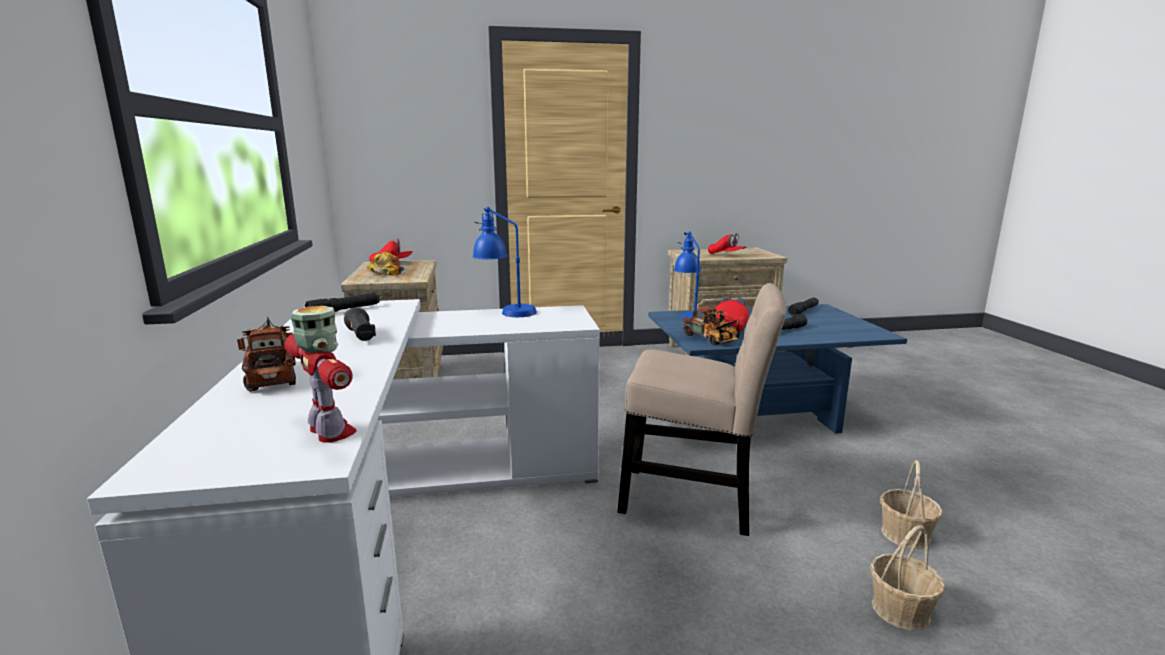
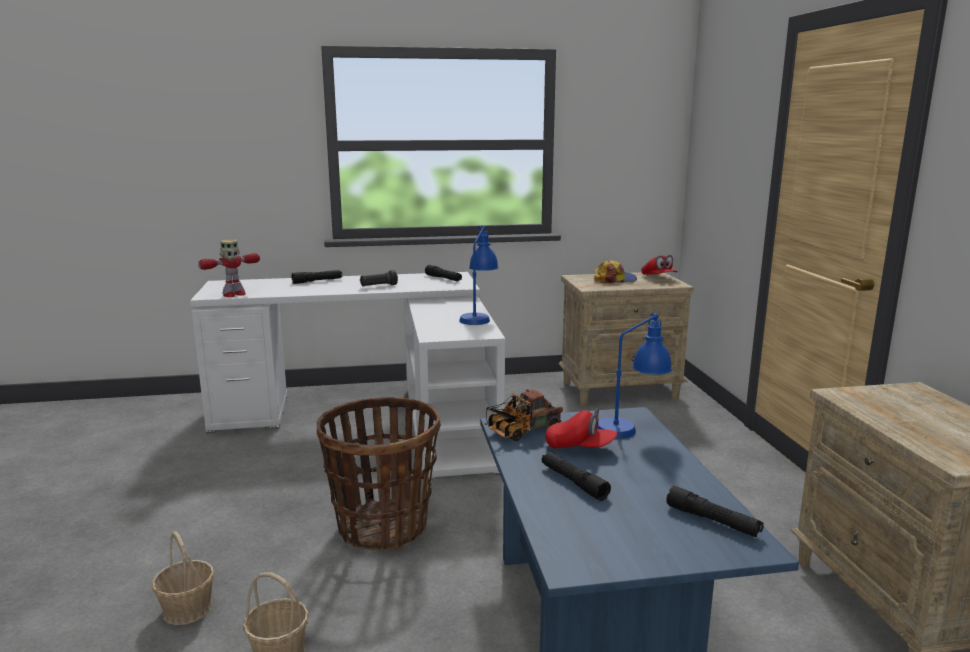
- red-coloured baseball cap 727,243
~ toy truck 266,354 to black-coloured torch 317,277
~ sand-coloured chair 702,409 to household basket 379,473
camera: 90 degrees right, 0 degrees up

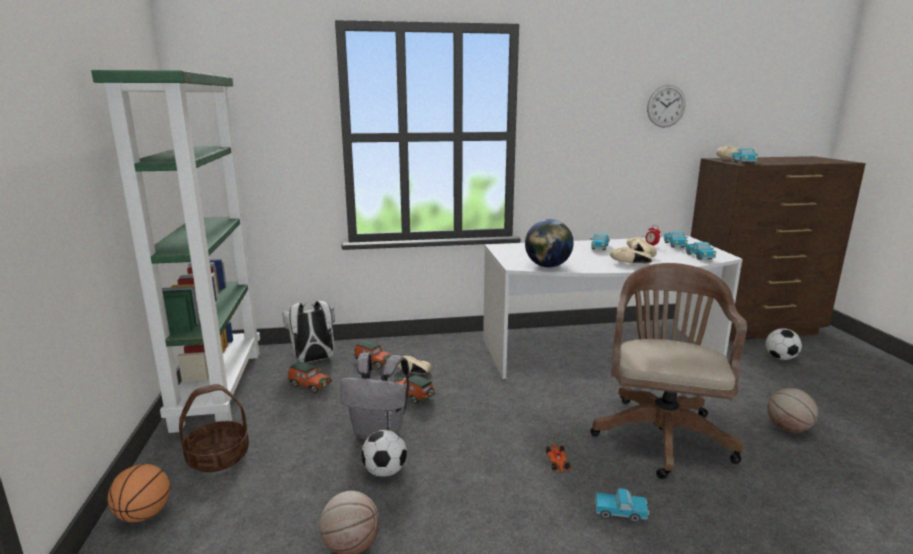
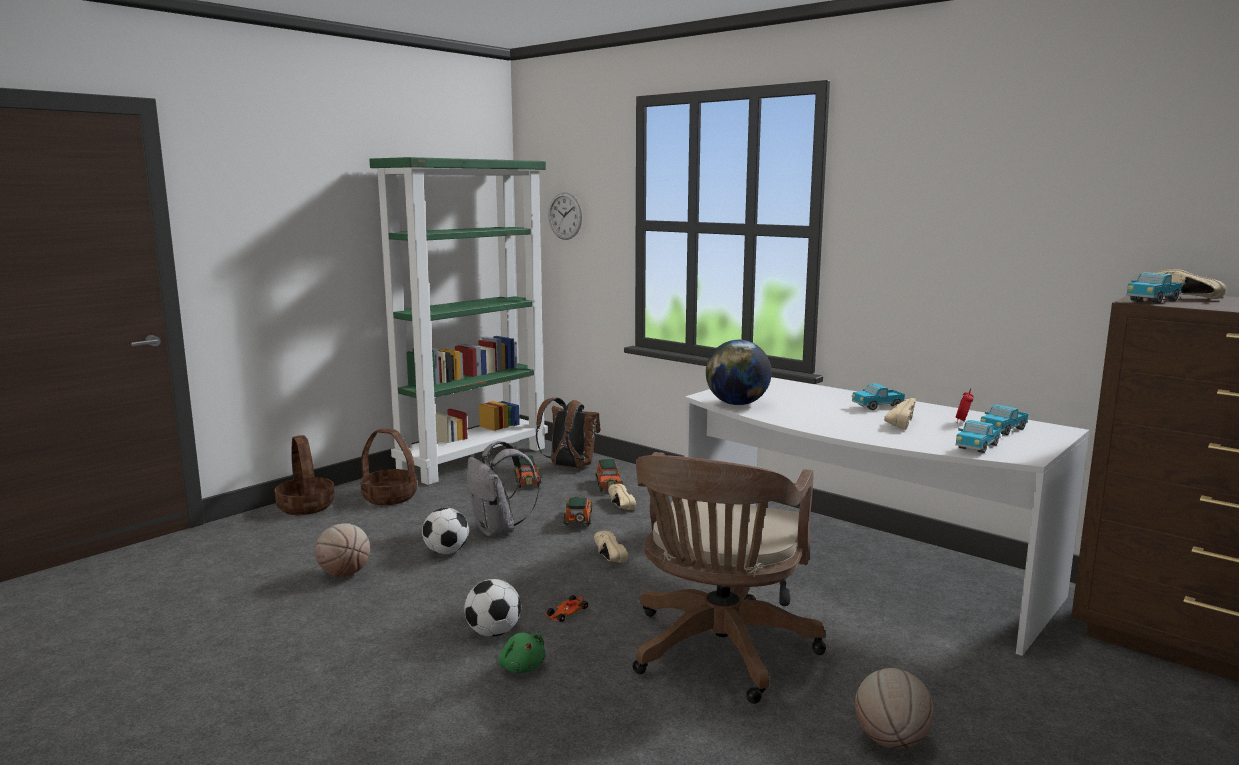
~ sand-coloured low shoe 631,255 to 611,547
~ clock on the wall 666,106 to 565,216
~ football ball 784,344 to 492,608
~ basketball 139,493 to household basket 304,475
~ toy truck 622,505 to green-coloured plush toy 522,653
~ white-coloured rucksack 308,332 to brown rucksack 568,433
~ brown desk chair 669,371 = 729,578 135 degrees clockwise
camera: 50 degrees right, 5 degrees down

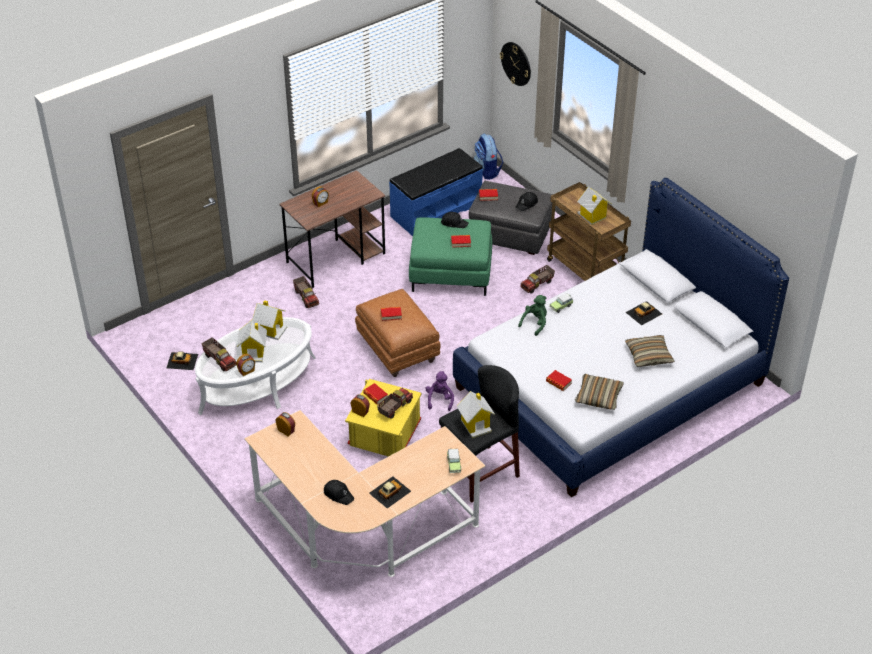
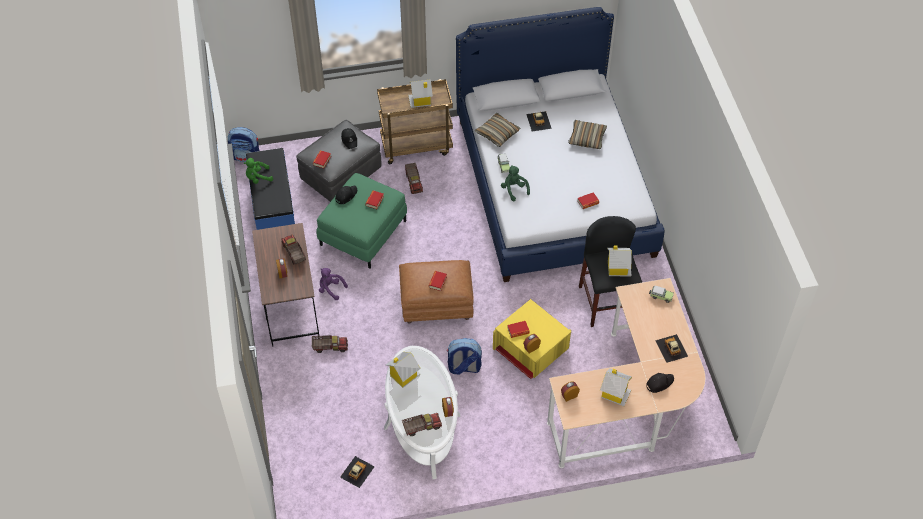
- clock on the wall 515,64
+ green-coloured plush toy 258,171
+ rucksack 464,356
~ model house 252,341 to 616,387
~ toy truck 395,403 to 293,249
~ purplish plush toy 439,391 to 333,284
~ throw pillow 599,392 to 498,130
camera: 65 degrees left, 10 degrees up

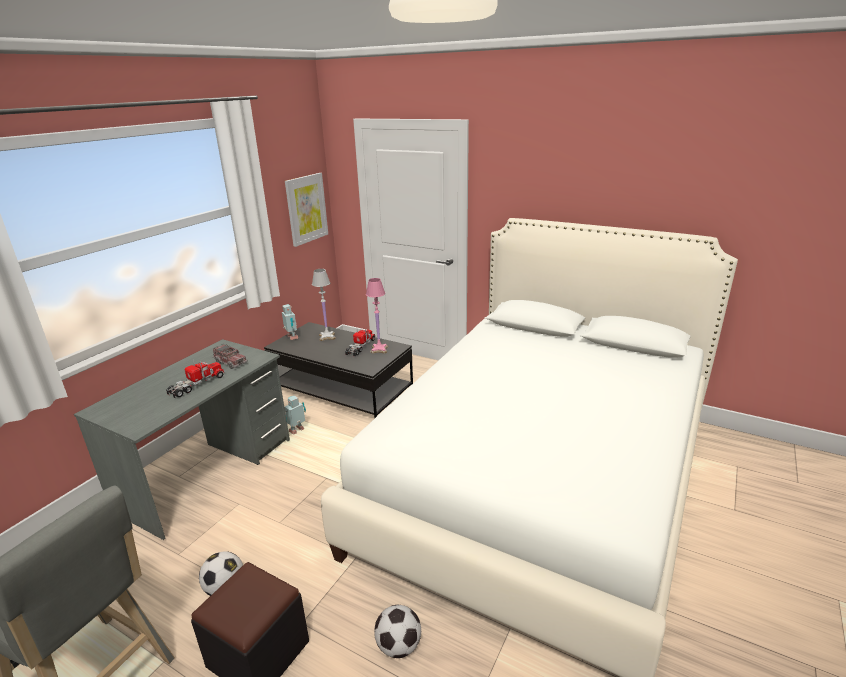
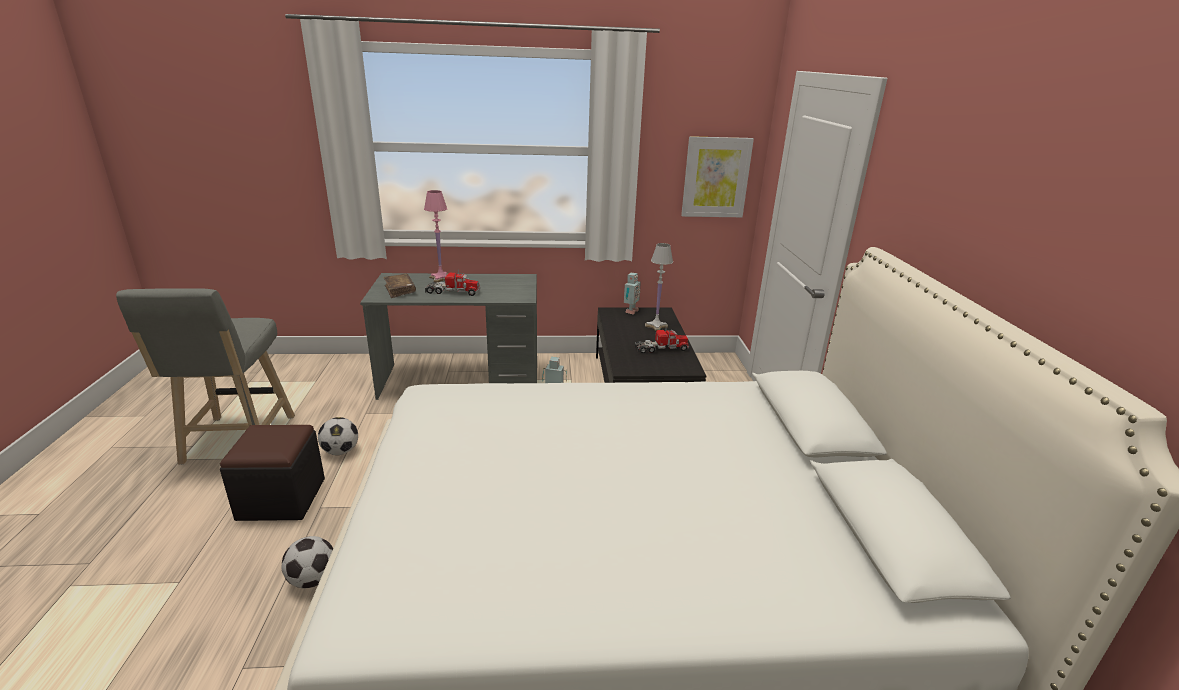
- toy truck 229,356
+ brown bound book 399,286
~ pinkish lamp for a table 377,316 to 436,236
camera: 55 degrees right, 0 degrees up

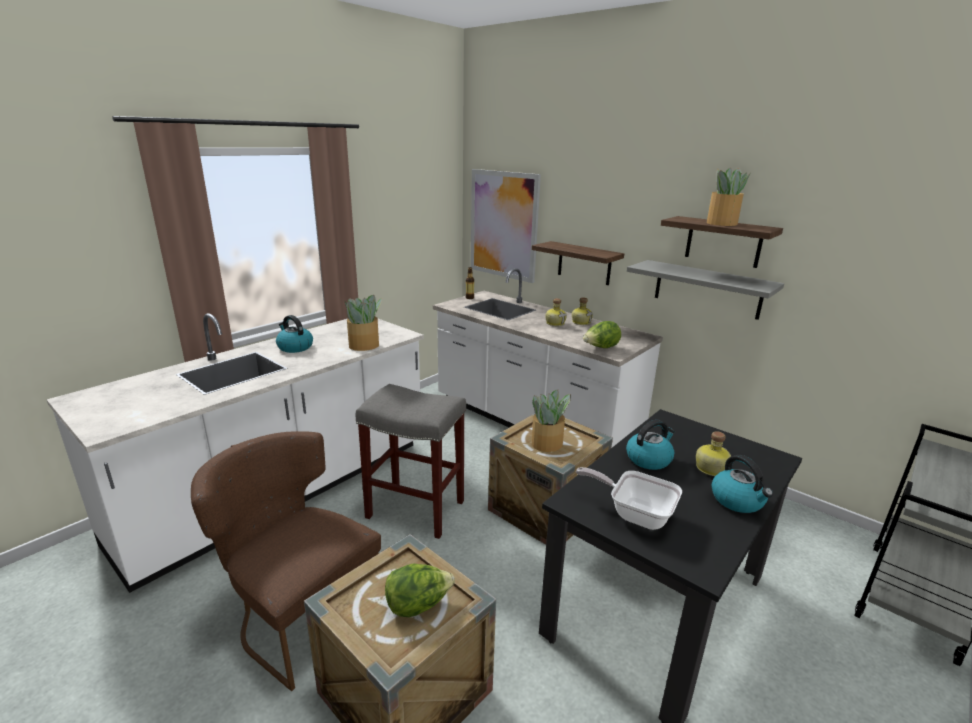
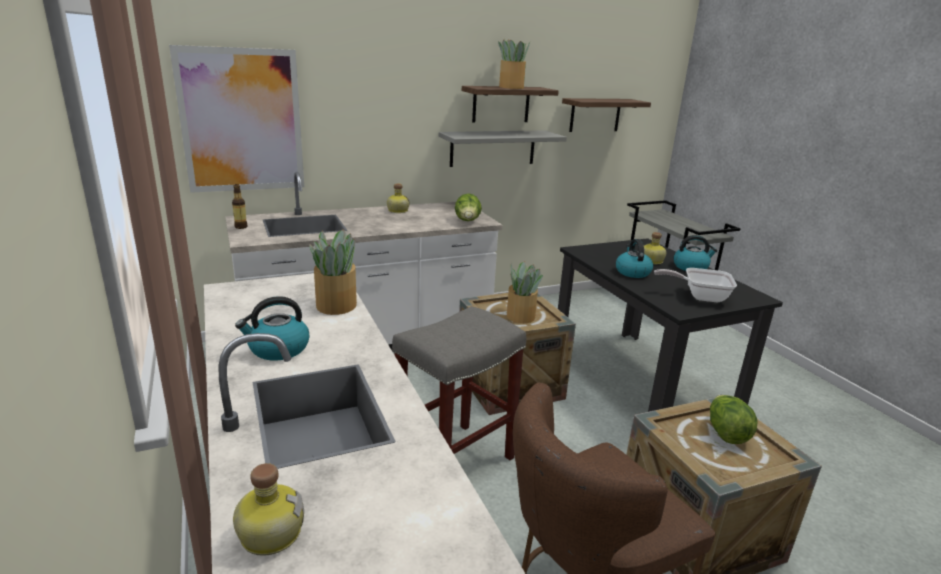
~ shelf 578,263 to 606,115
~ beverage bottle 556,312 to 268,509
~ skillet 629,498 = 695,285 45 degrees clockwise
camera: 65 degrees left, 0 degrees up

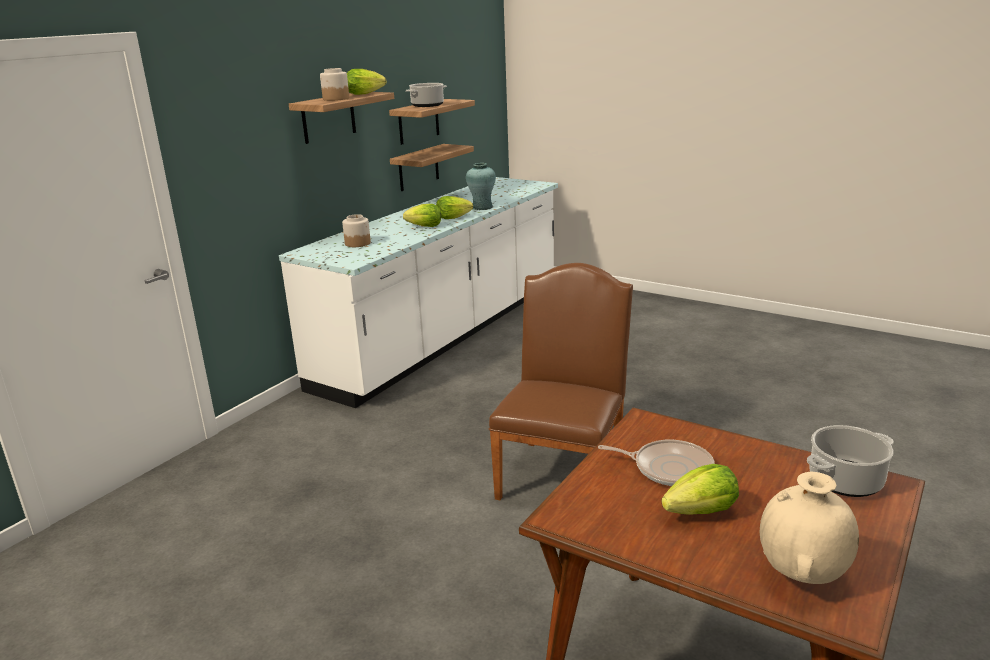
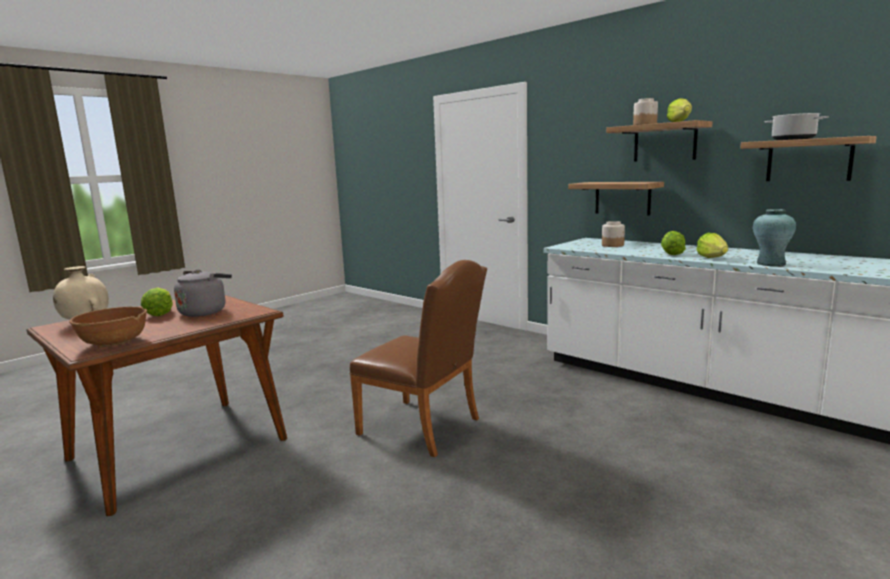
~ shelf 432,167 to 616,198
~ skillet 656,463 to grey kettle 203,293
~ saucepot 850,461 to brown serving bowl 108,327
camera: 100 degrees right, 10 degrees down

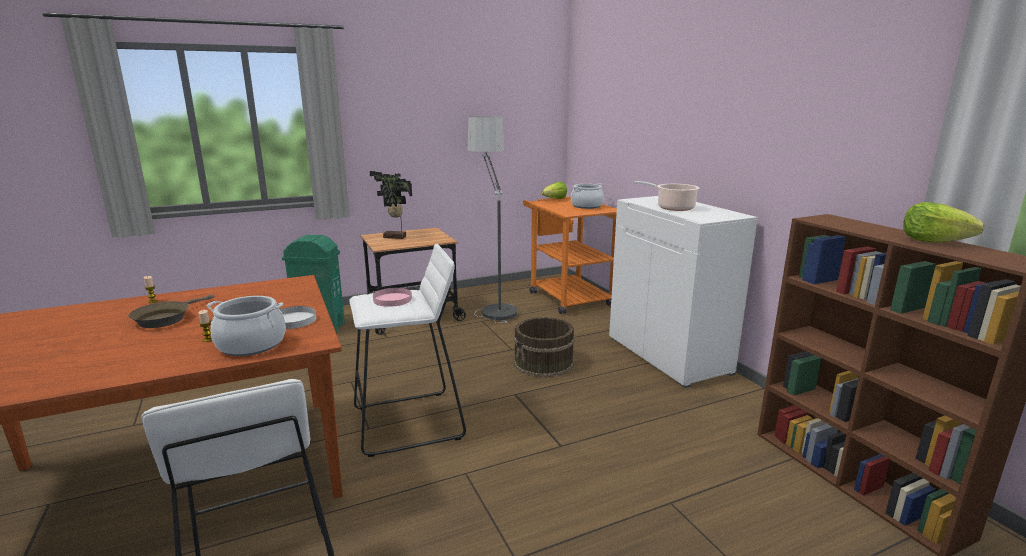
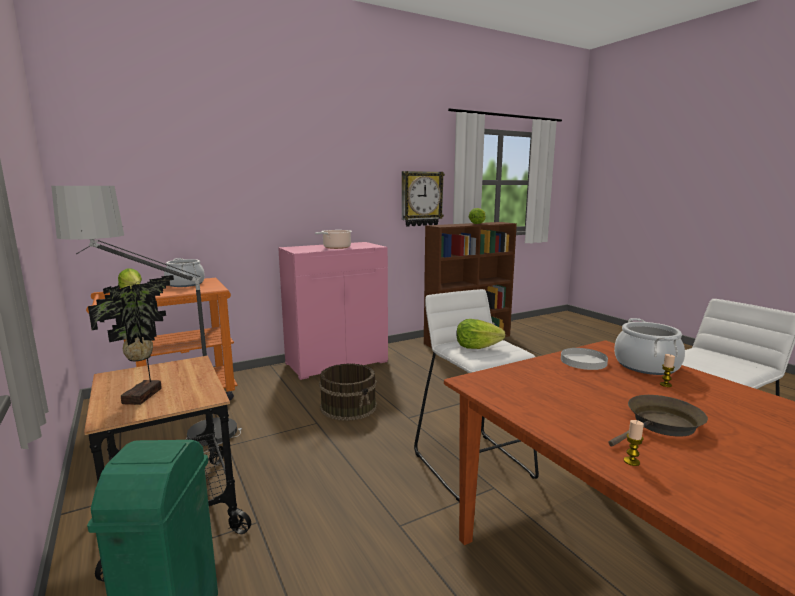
+ clock on the wall 423,199
~ pinkish dinner plate 392,297 to lettuce head 481,334
~ white-coloured cabinet 683,292 to pinkish cabinet 333,311
~ brown skillet 171,311 = 658,421 45 degrees counterclockwise
camera: 95 degrees left, 5 degrees down

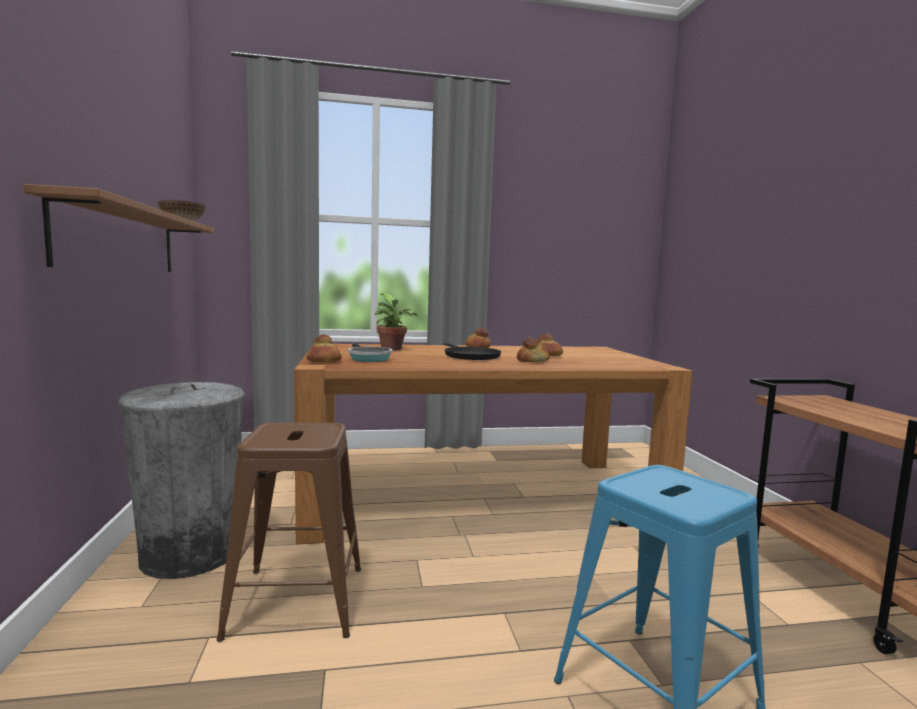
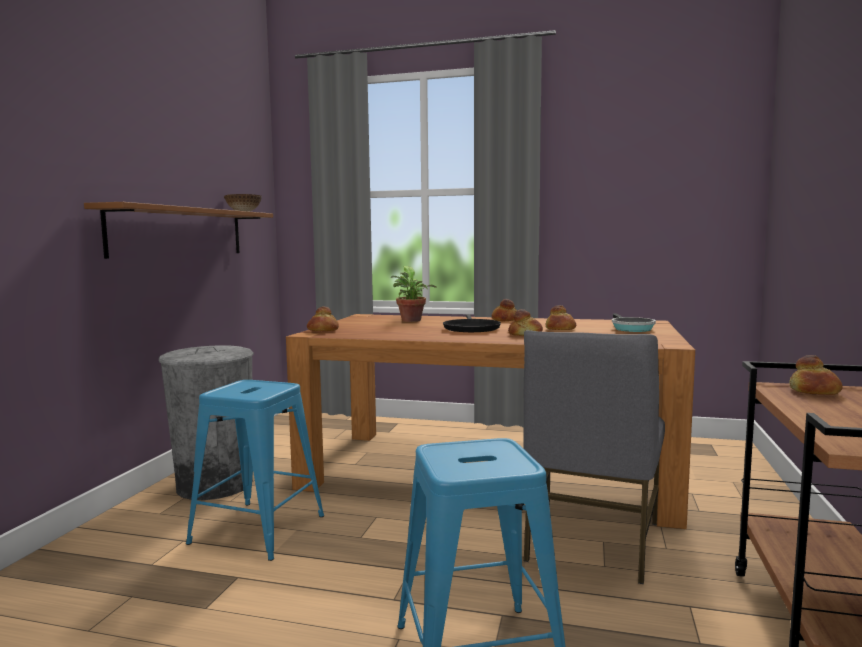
+ grey chair 594,457
+ bakery bread 816,375
~ skillet 370,352 to 634,322
~ brown stool seat 289,532 to bluish stool seat 255,470
camera: 25 degrees right, 0 degrees up

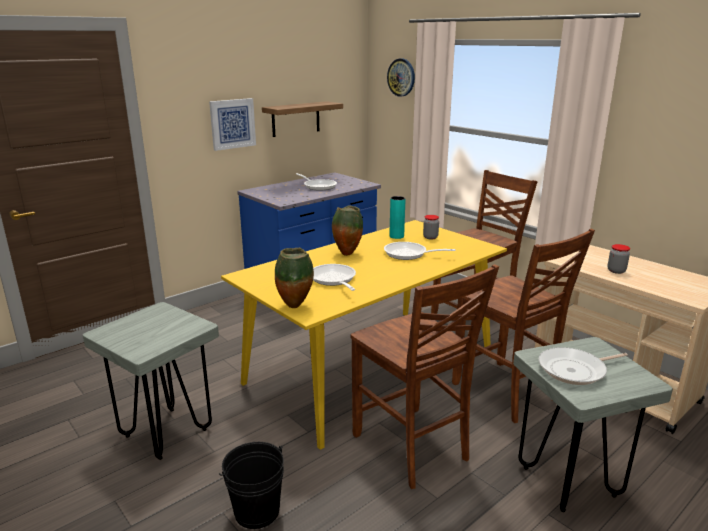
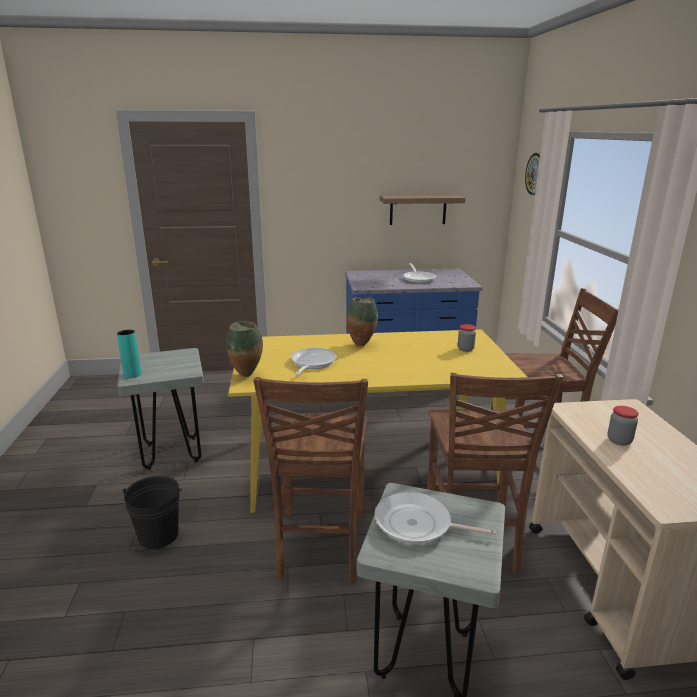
- picture 232,124
- skillet 420,251
~ turquoise decorative vase 397,217 to 129,354
camera: 35 degrees right, 0 degrees up

